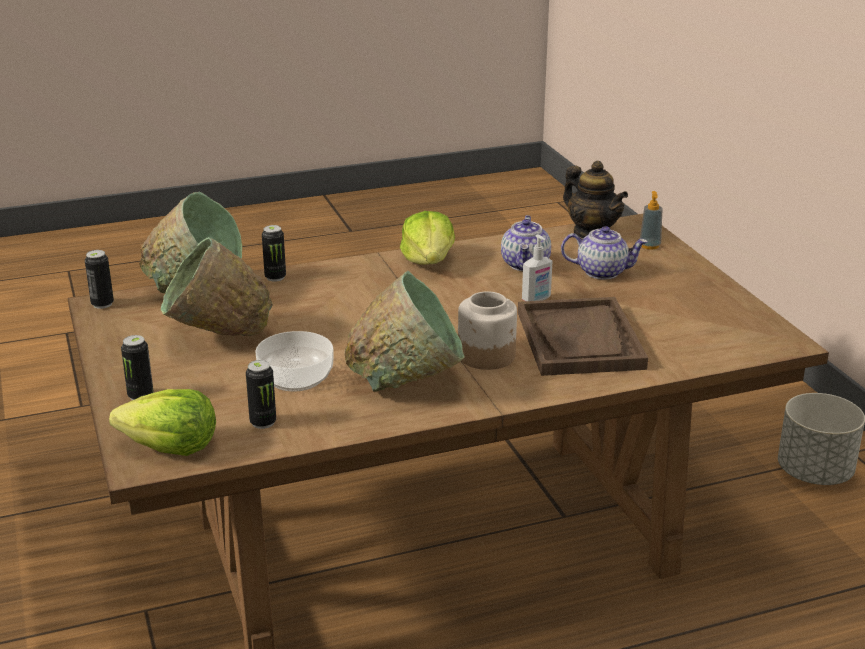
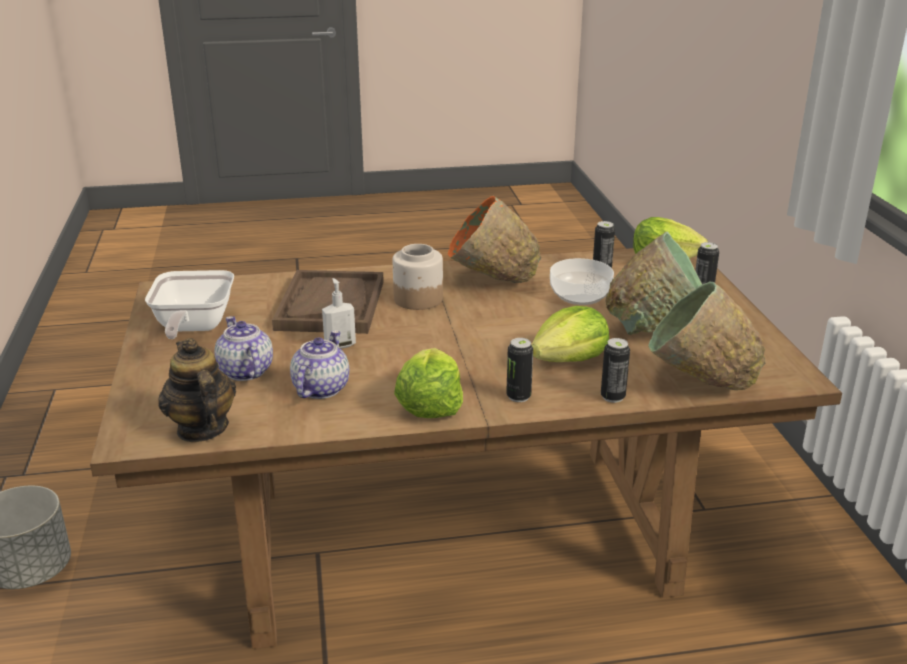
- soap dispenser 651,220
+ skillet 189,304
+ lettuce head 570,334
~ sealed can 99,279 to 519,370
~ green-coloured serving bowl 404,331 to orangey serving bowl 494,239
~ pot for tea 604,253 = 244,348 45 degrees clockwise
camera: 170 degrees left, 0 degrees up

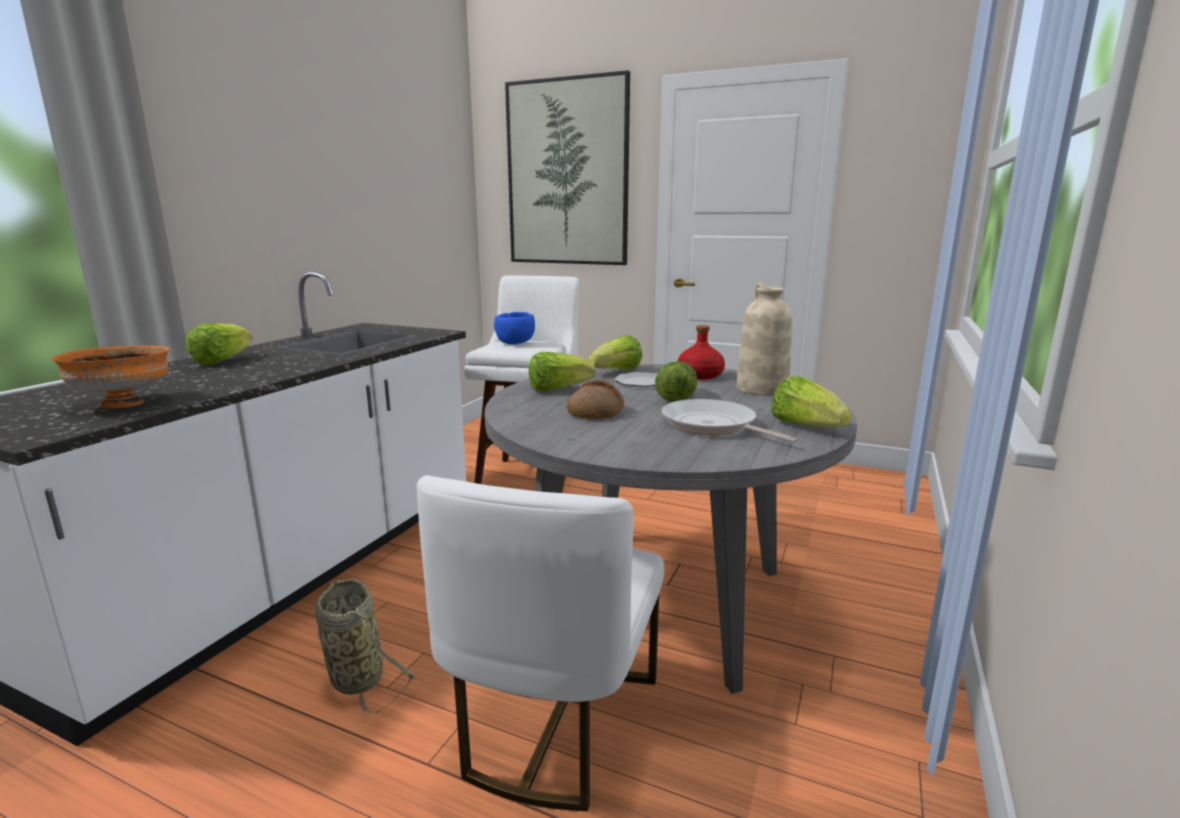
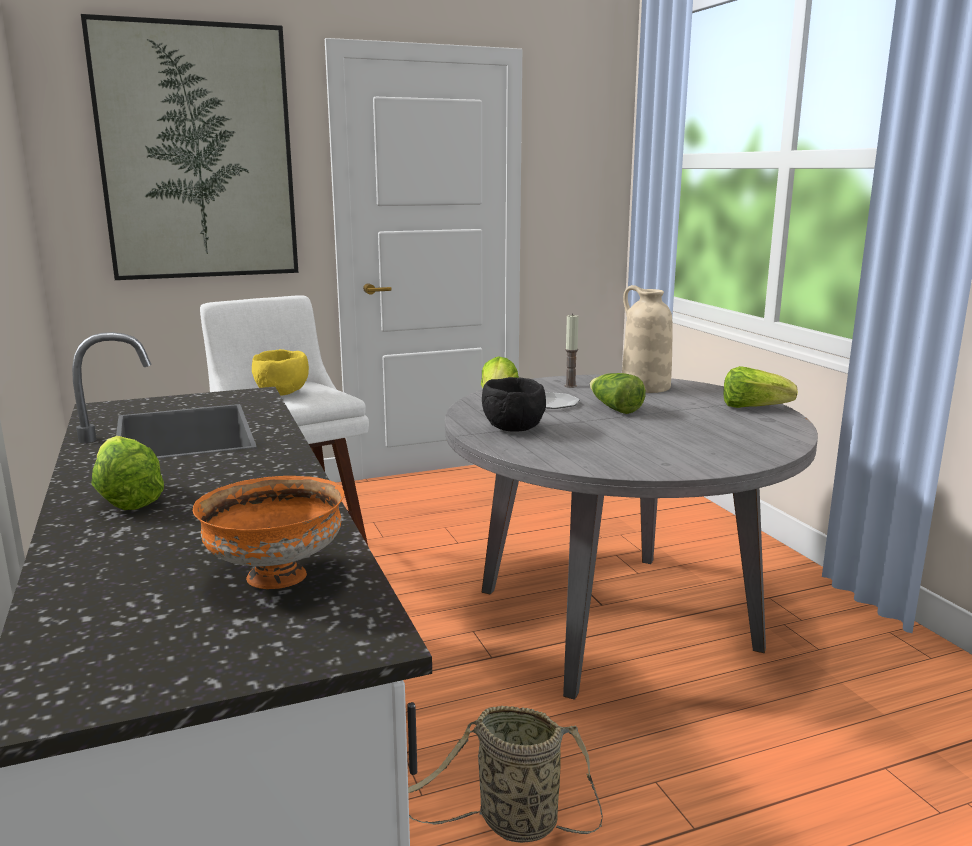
- white-coloured chair 540,643
- bakery bread 595,399
- skillet 730,421
~ lettuce head 562,371 to black-coloured serving bowl 514,404
~ red-coloured beverage bottle 701,352 to wax candle 571,350
~ bluish serving bowl 514,328 to yellow serving bowl 280,372
camera: 45 degrees left, 0 degrees up

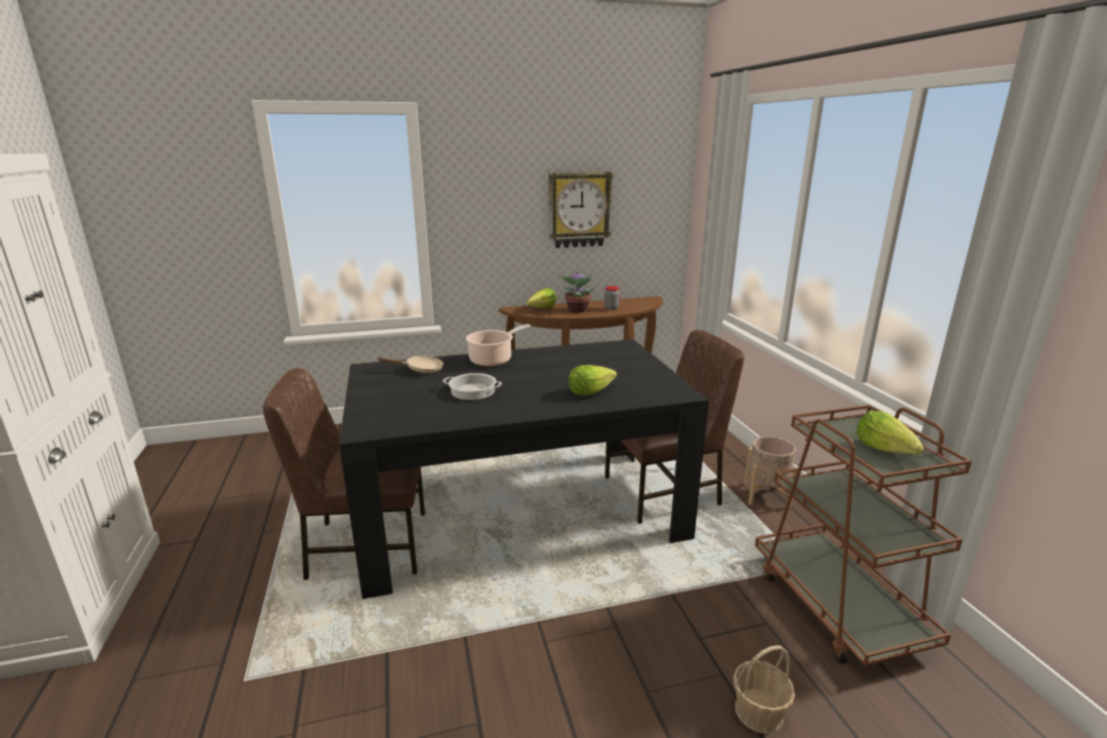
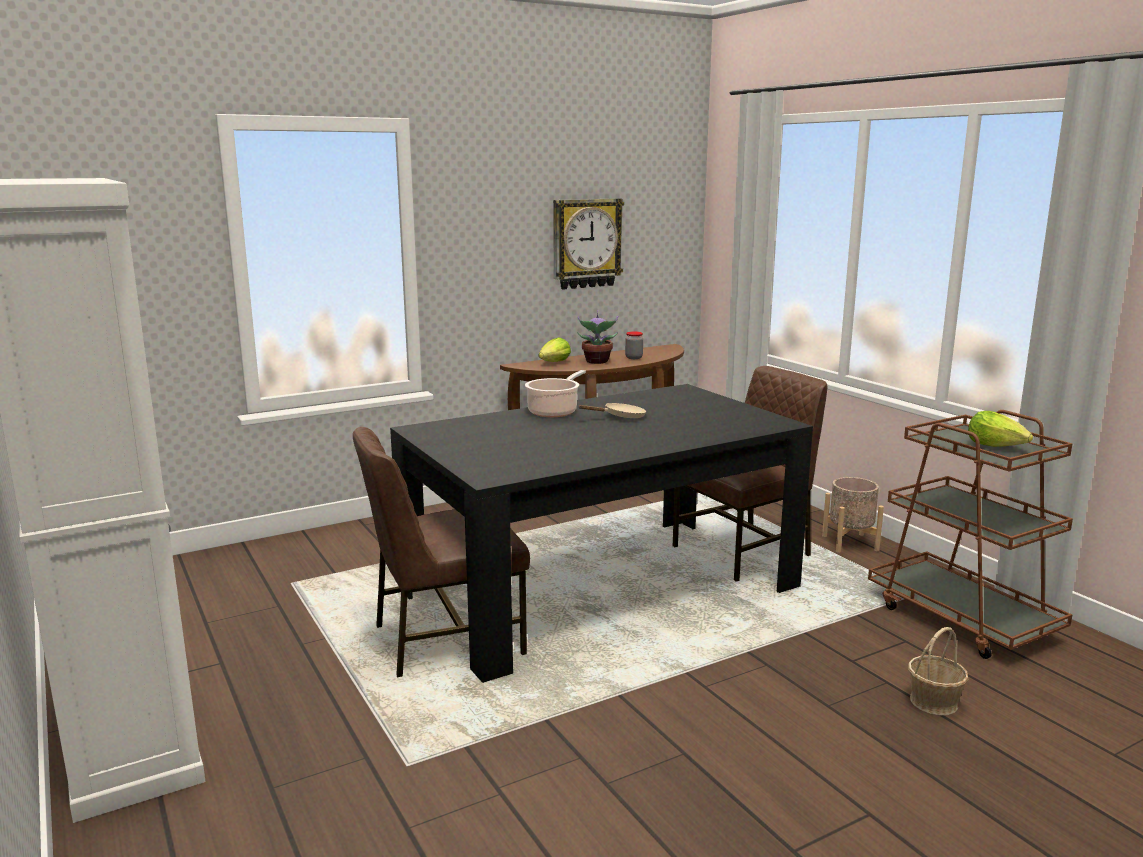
- saucepot 472,386
- lettuce head 592,380
~ sand-coloured skillet 411,364 to 613,410
camera: 15 degrees left, 5 degrees down

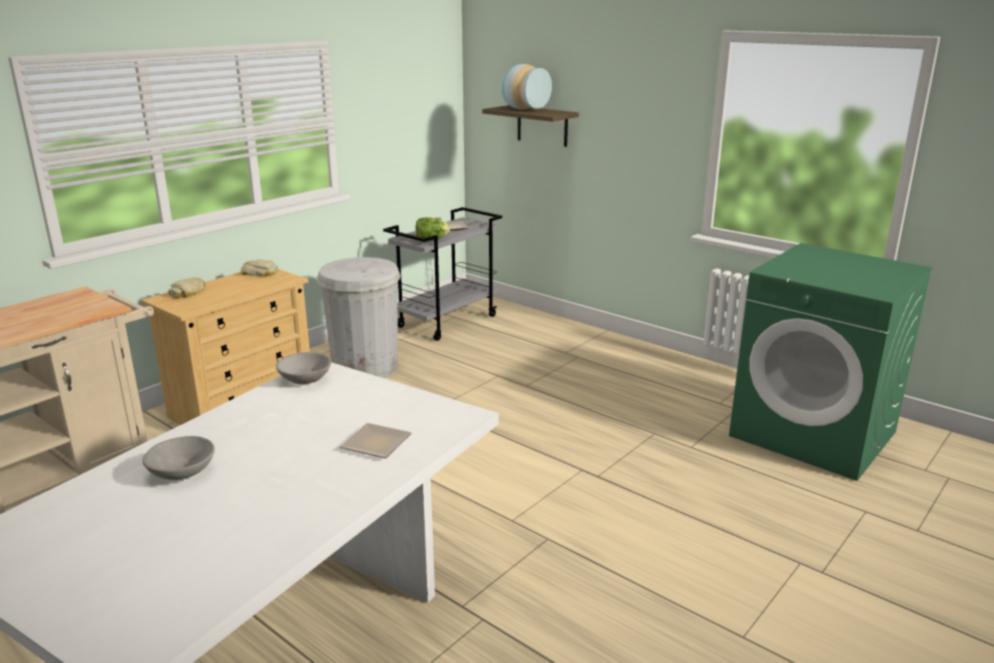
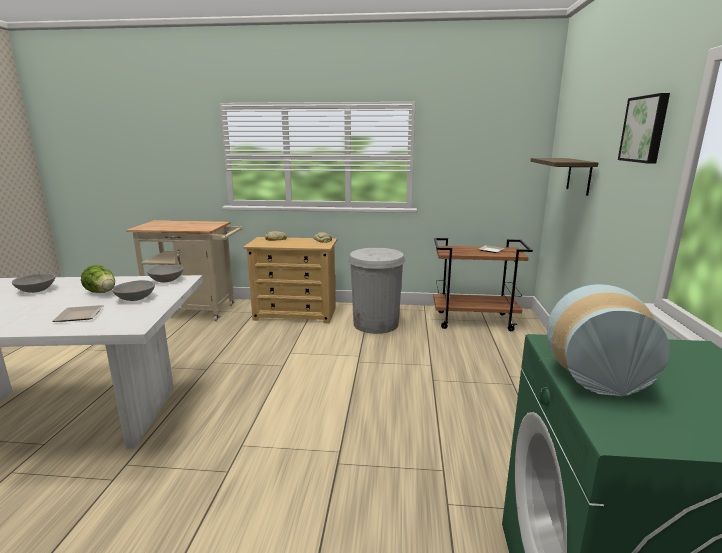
+ grey serving bowl 133,290
+ picture 644,128
~ lettuce head 433,229 to 98,279
~ decorative vase 526,87 to 608,340
~ grey wheeled cart 442,274 to brown wheeled cart 483,284
camera: 55 degrees right, 5 degrees down

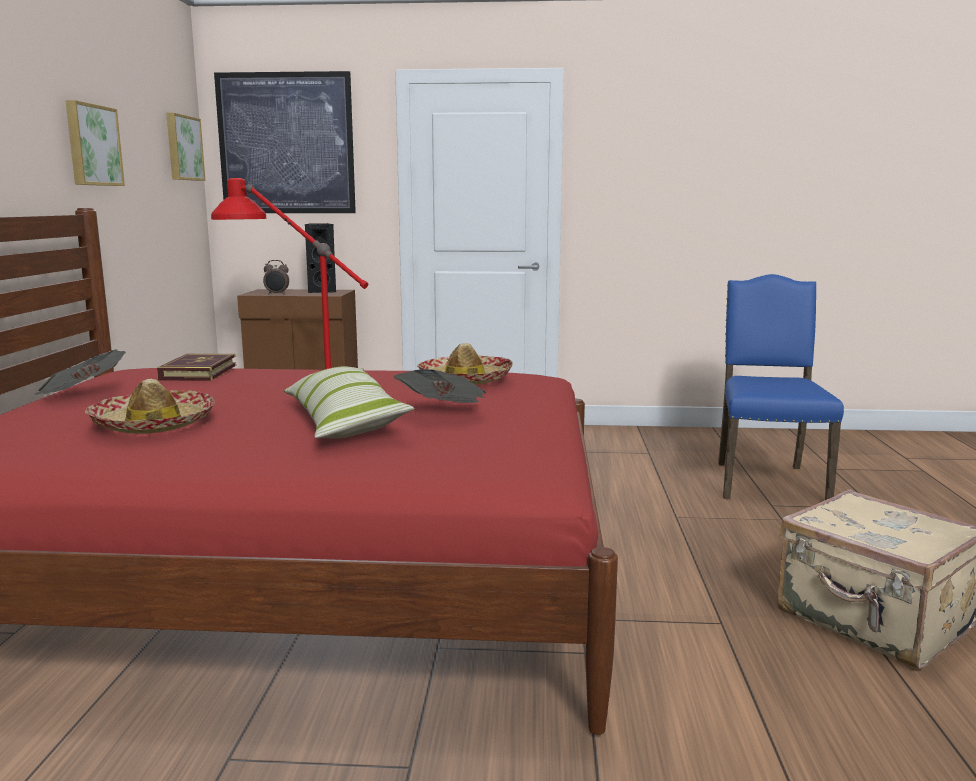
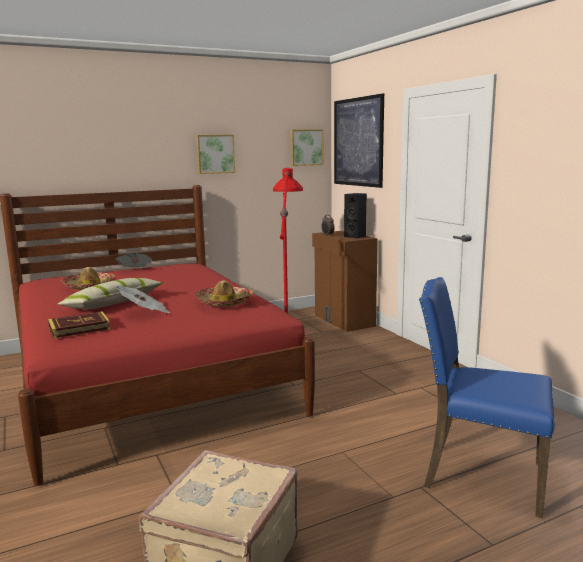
~ bound book 196,367 to 79,324
~ bluish chair 781,387 = 487,397 135 degrees counterclockwise
camera: 60 degrees right, 0 degrees up

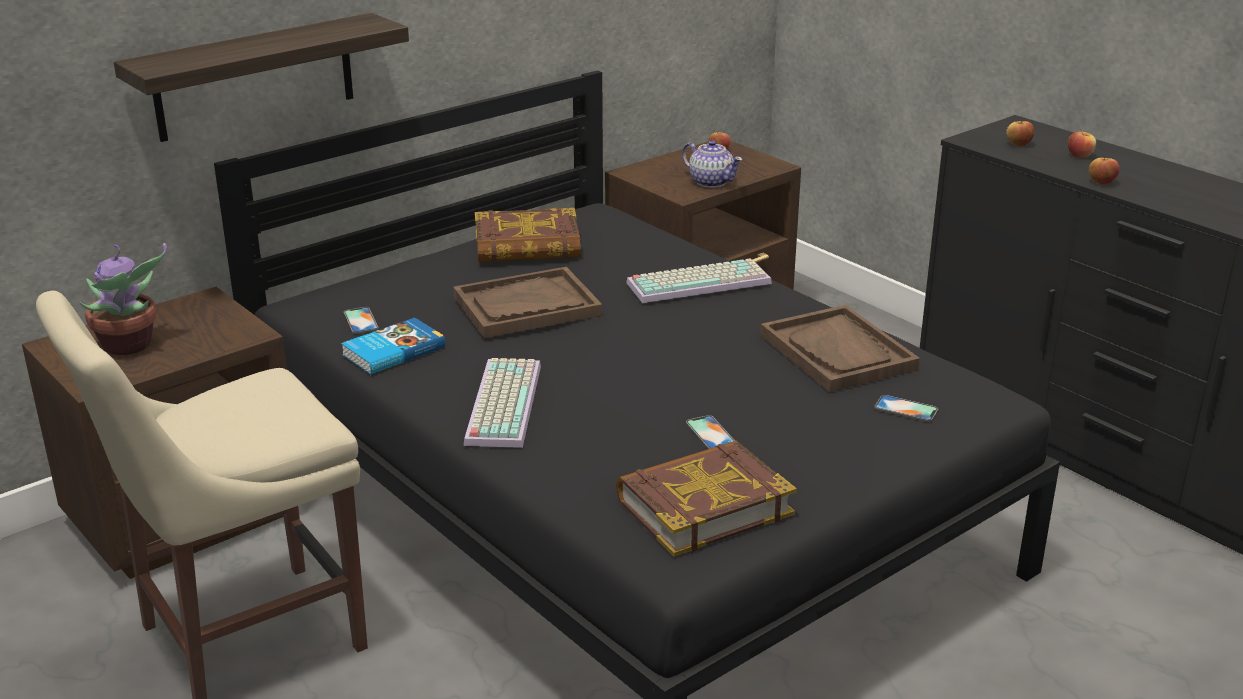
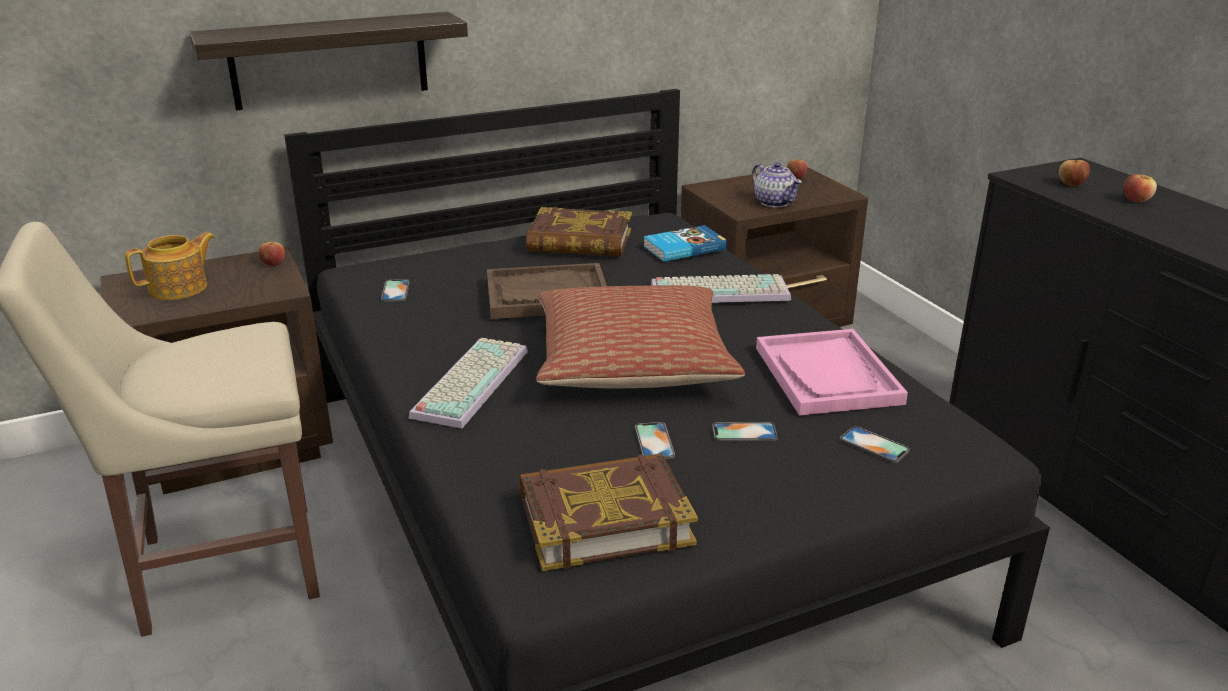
+ throw pillow 640,337
+ telephone 745,431
~ bound book 393,346 to 685,243
~ apple fruit 1104,171 to 271,254
~ houseplant 123,299 to pot for tea 170,266
~ brown serving tray 840,348 to pinkish serving tray 832,372
camera: 15 degrees right, 0 degrees up

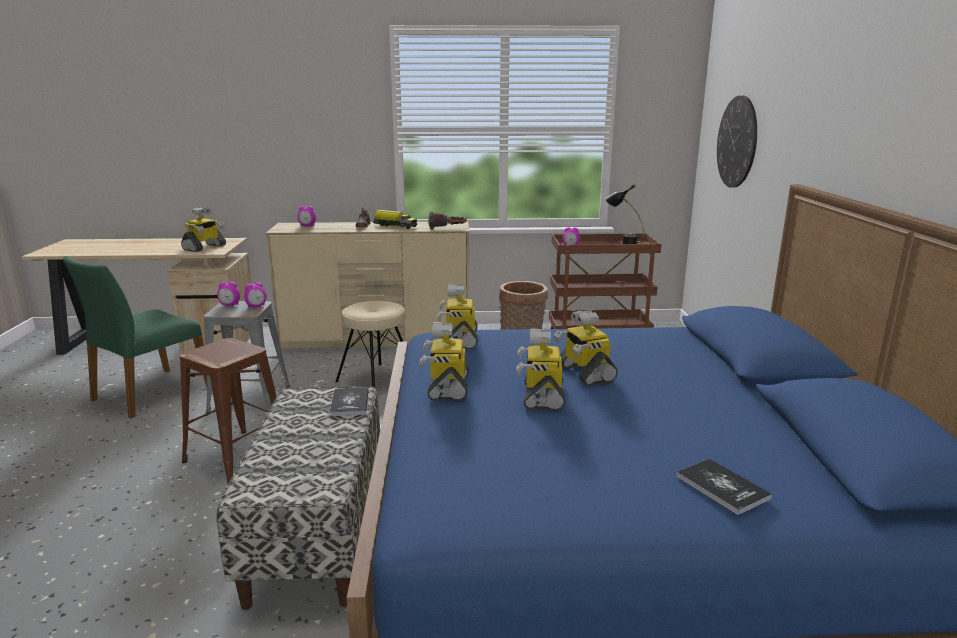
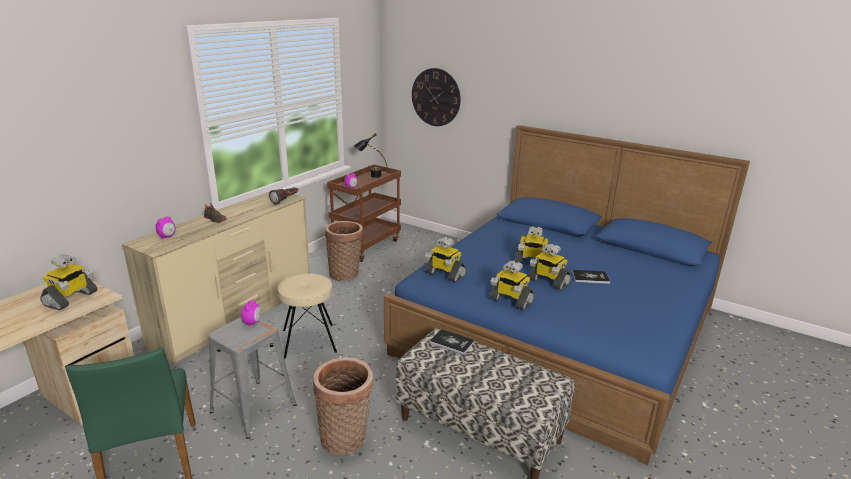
- alarm clock 228,294
- toy truck 395,219
~ bound book 724,487 to 591,277
~ brown stool seat 228,411 to household basket 343,406
~ robot figure 203,229 = 68,282 45 degrees clockwise
camera: 55 degrees left, 5 degrees up

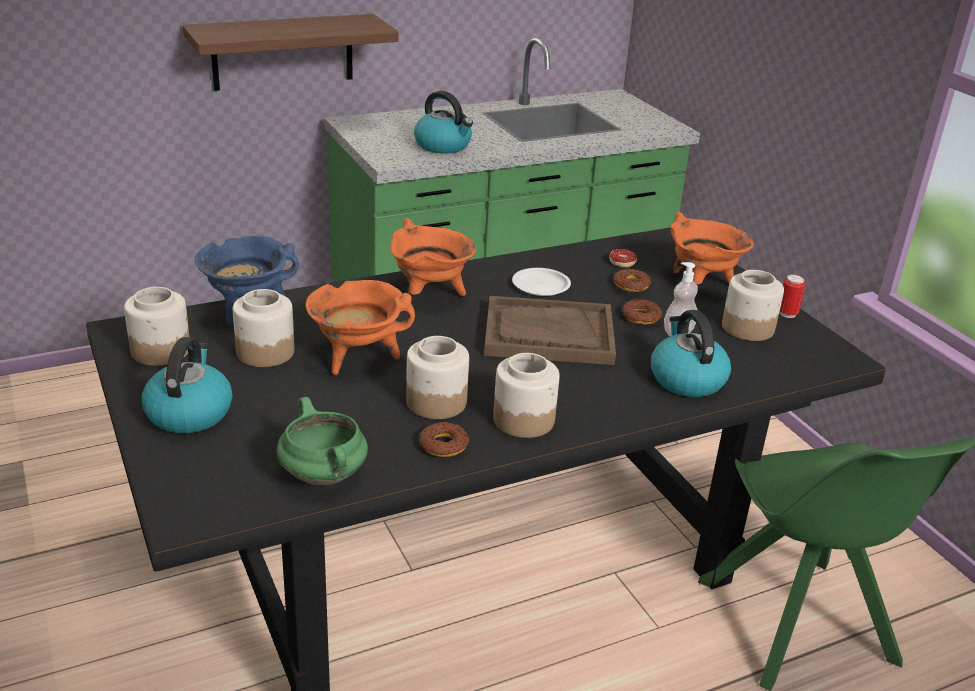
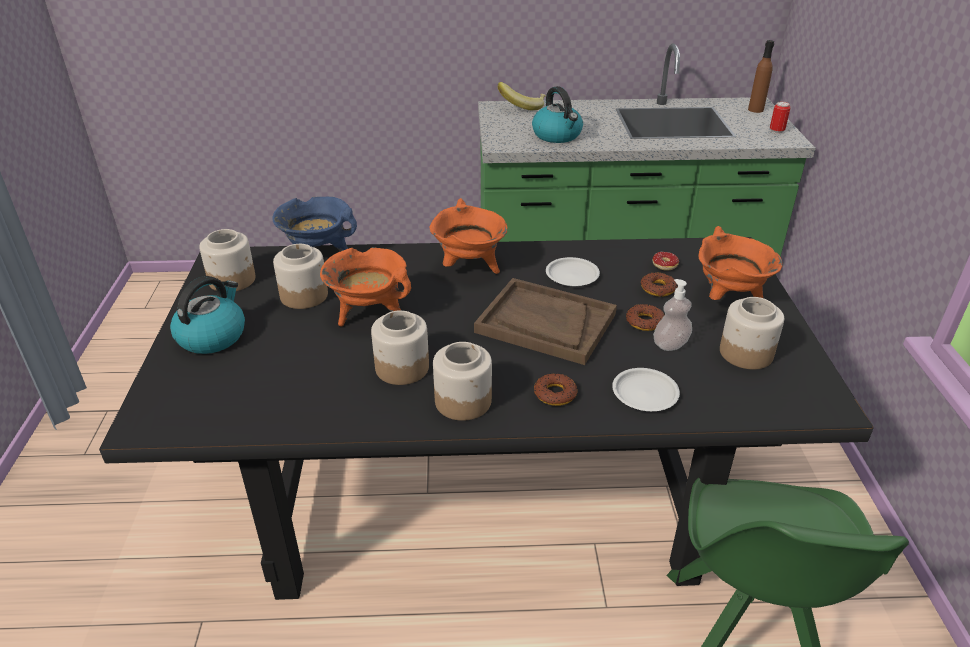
- shelf 291,52
- green-coloured saucepot 322,441
+ banana 522,96
+ brown beverage bottle 761,76
~ donut 444,439 to 556,389
~ sealed can 792,296 to 780,118
~ kettle 691,353 to white-coloured dinner plate 646,389
camera: 25 degrees right, 5 degrees up

